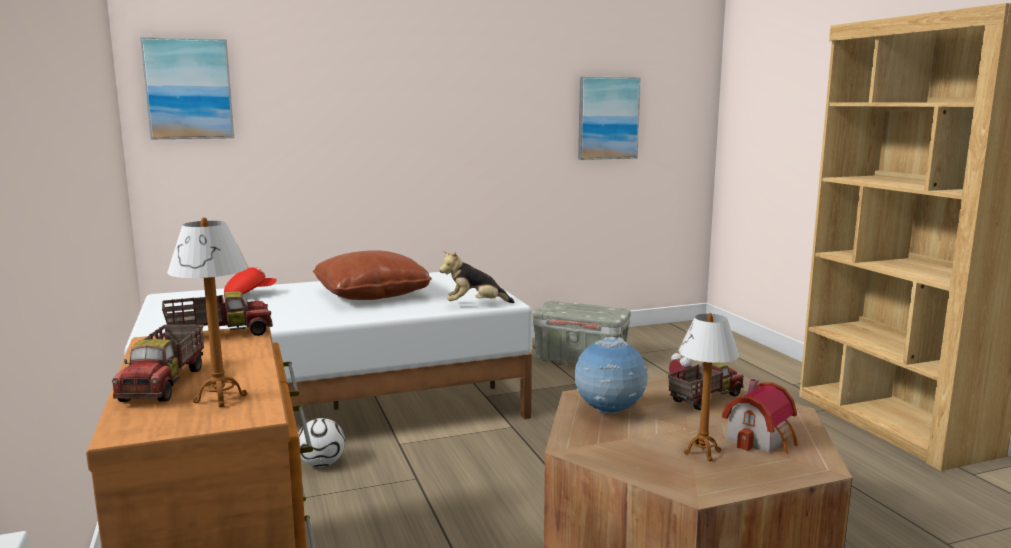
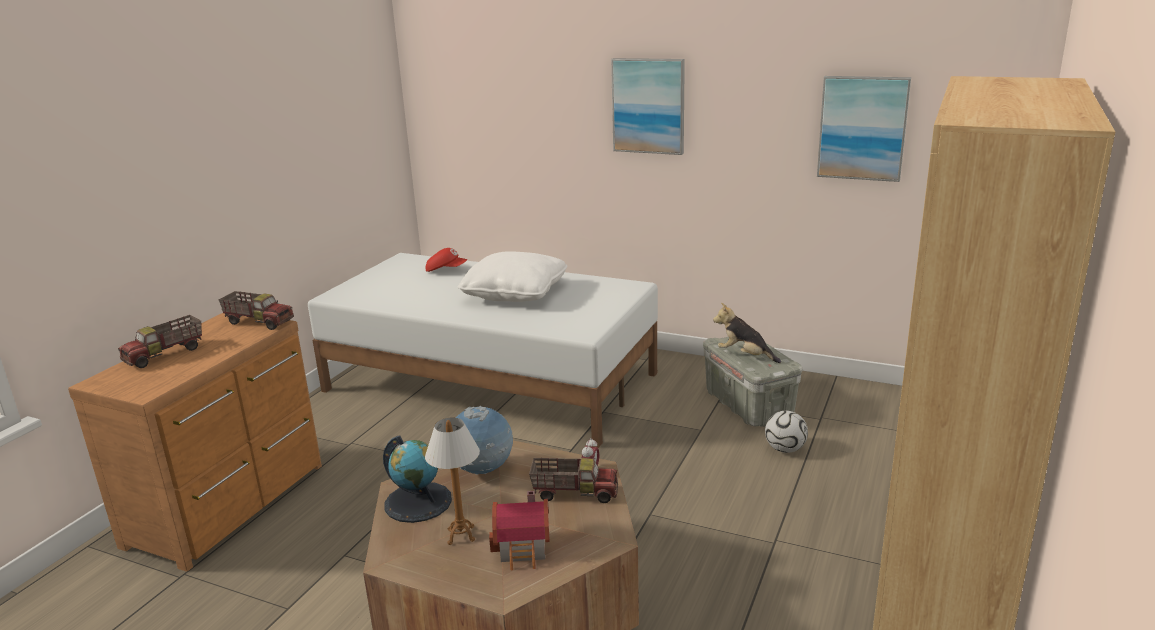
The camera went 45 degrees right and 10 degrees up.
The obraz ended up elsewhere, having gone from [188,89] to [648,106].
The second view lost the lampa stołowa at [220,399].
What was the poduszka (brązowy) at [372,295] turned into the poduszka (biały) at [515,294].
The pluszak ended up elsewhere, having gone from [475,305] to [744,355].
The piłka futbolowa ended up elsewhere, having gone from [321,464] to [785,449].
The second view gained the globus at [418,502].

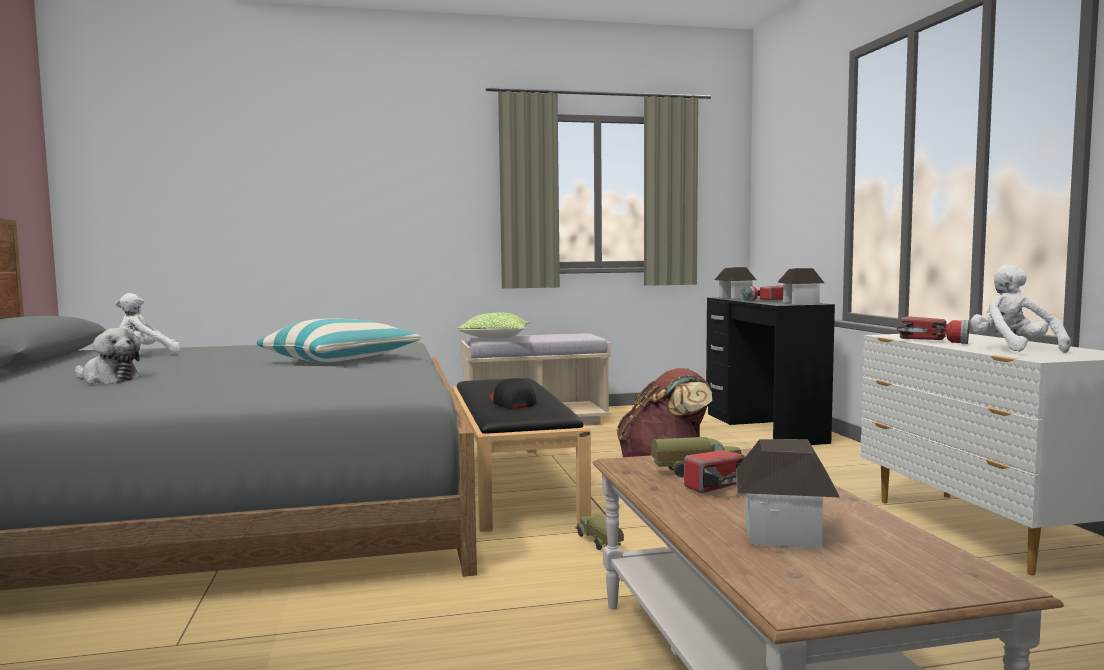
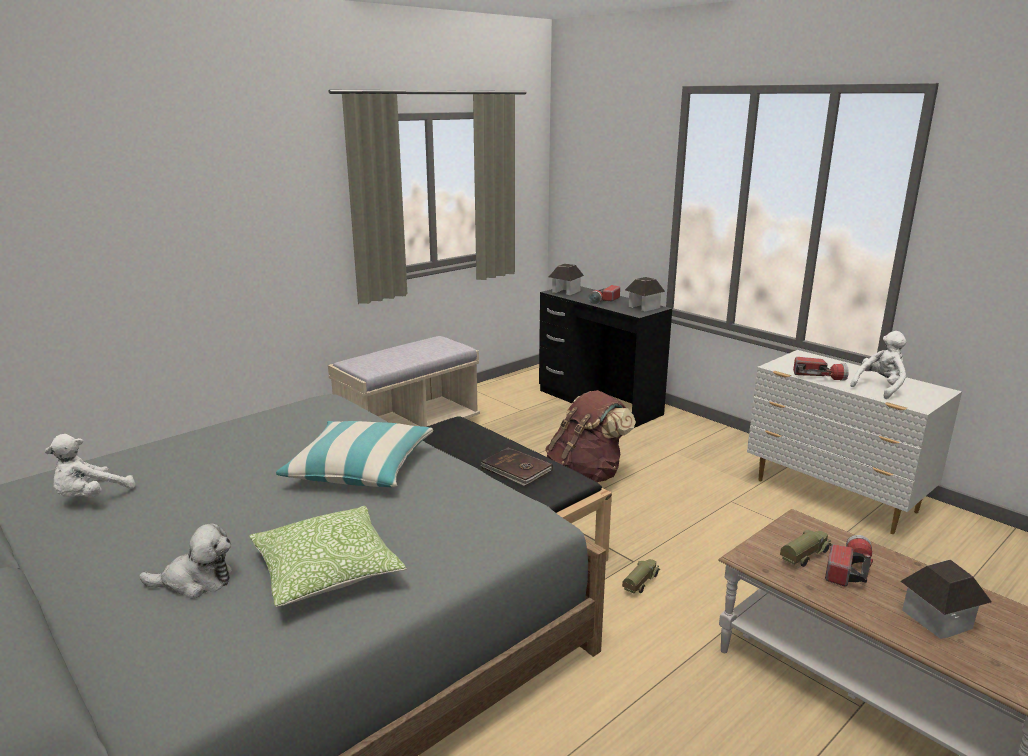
The camera went 30 degrees left and 15 degrees up.
The pluszak (biały) at [1012,349] ended up facing another way, 90 degrees clockwise from before.
The poduszka ended up elsewhere, having gone from [494,338] to [327,571].
Where the czapka z daszkiem stood at [512,402], the książka (brązowy) came to stand at [516,470].
The ciężarówka zabawkowa at [598,543] ended up facing another way, 90 degrees clockwise from before.

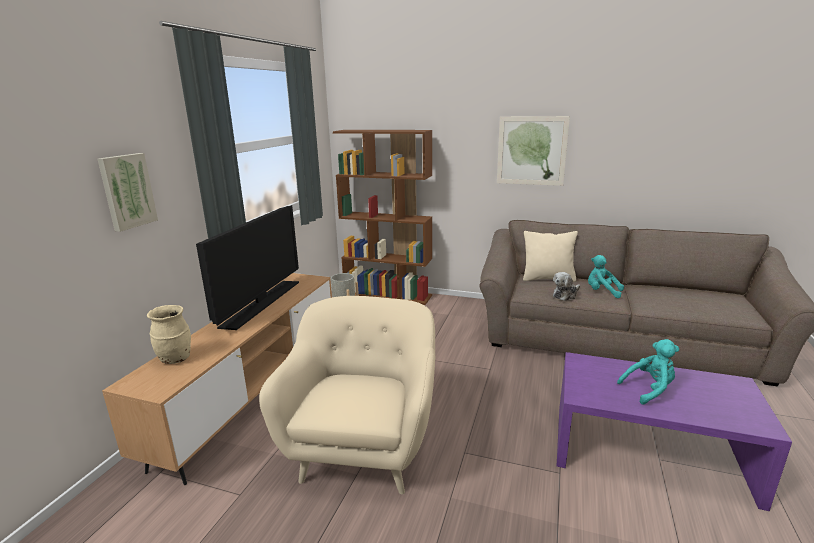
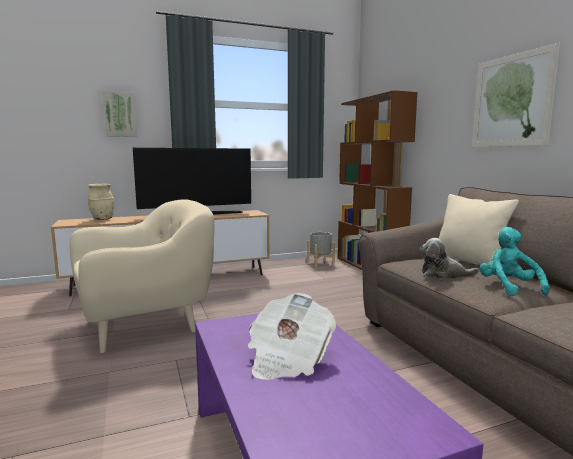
The camera went 50 degrees right and 10 degrees down.
Where the pluszak (turkusowy) stood at [649,389], the gazeta came to stand at [287,358].

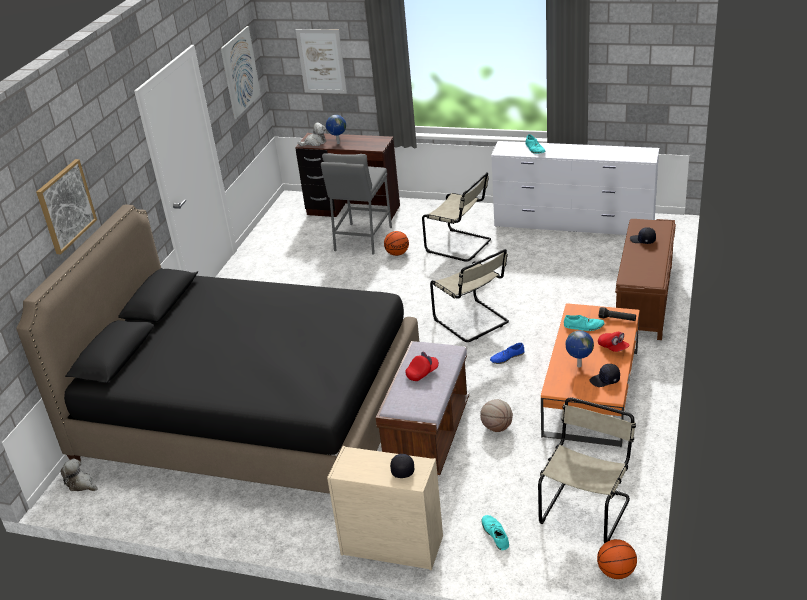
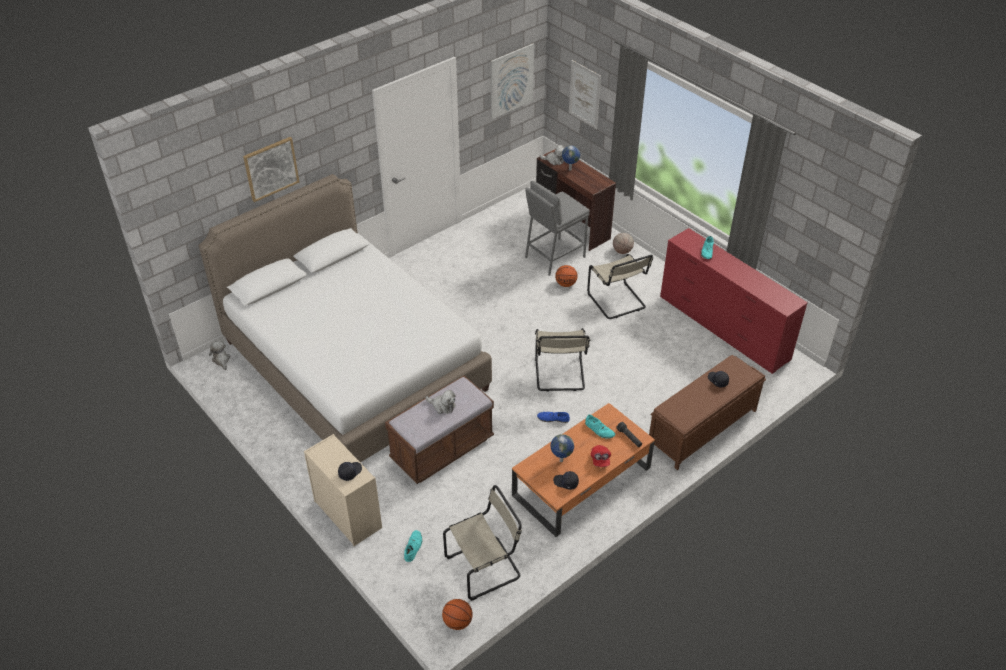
The camera went 30 degrees right and 10 degrees up.
What was the komoda (biały) at [574,224] turned into the komoda (czerwony) at [723,328].
What was the łóżko (czarny) at [251,413] turned into the łóżko (biały) at [354,365].
Where the czapka z daszkiem (czerwony) stood at [422,373], the pluszak came to stand at [442,406].
The piłka do koszykówki ended up elsewhere, having gone from [497,427] to [622,251].

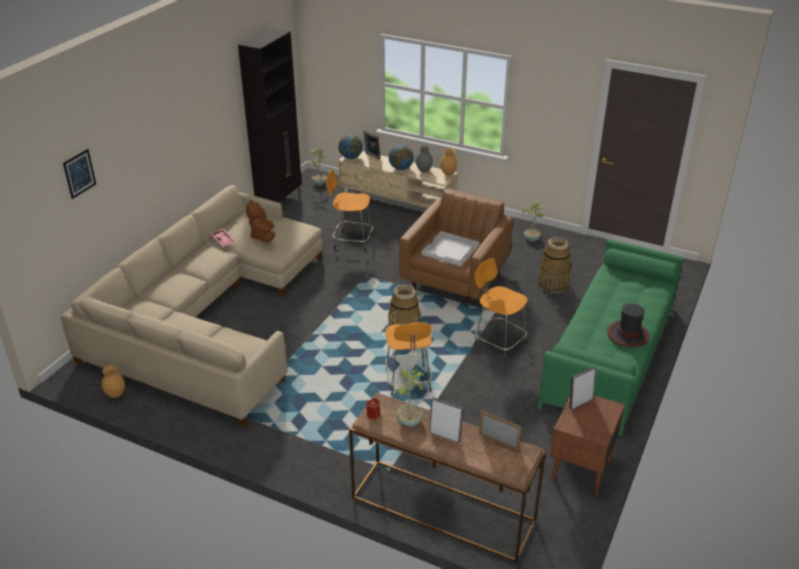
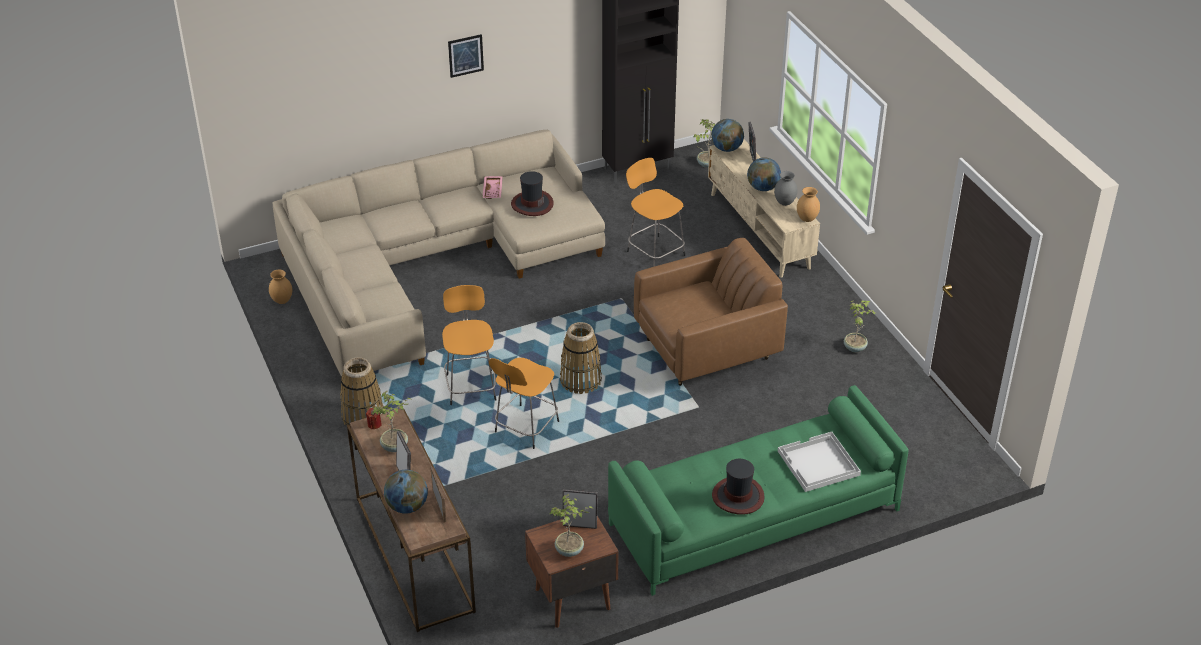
The camera went 40 degrees right and 5 degrees up.
The obraz ended up elsewhere, having gone from [79,173] to [465,55].
Where the pluszak (brązowy) stood at [263,236], the kapelusz came to stand at [532,204].
The taca (biały) ended up elsewhere, having gone from [451,250] to [818,464].
The koszyk ended up elsewhere, having gone from [553,284] to [363,416].
The stołek (pomarańczowy) ended up elsewhere, having gone from [498,343] to [471,386].
The second view gained the globus at [407,506].
The second view gained the roślina doniczkowa at [569,551].

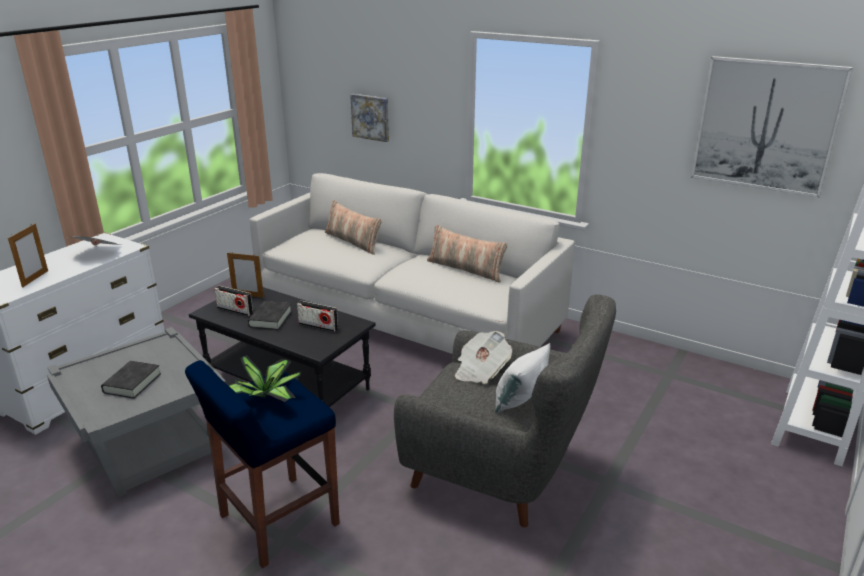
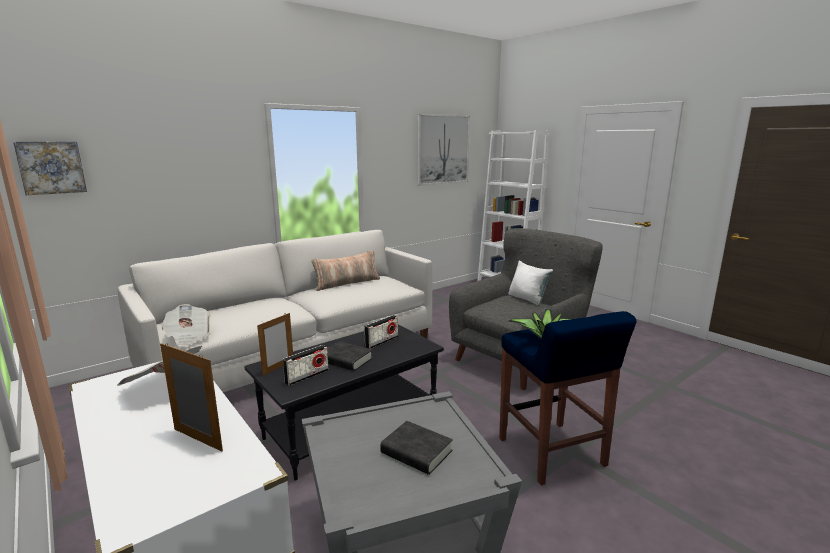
The camera went 70 degrees left and 10 degrees down.
The obraz ended up elsewhere, having gone from [371,117] to [51,167].
The second view lost the poduszka at [353,242].
The gazeta ended up elsewhere, having gone from [481,370] to [188,337].

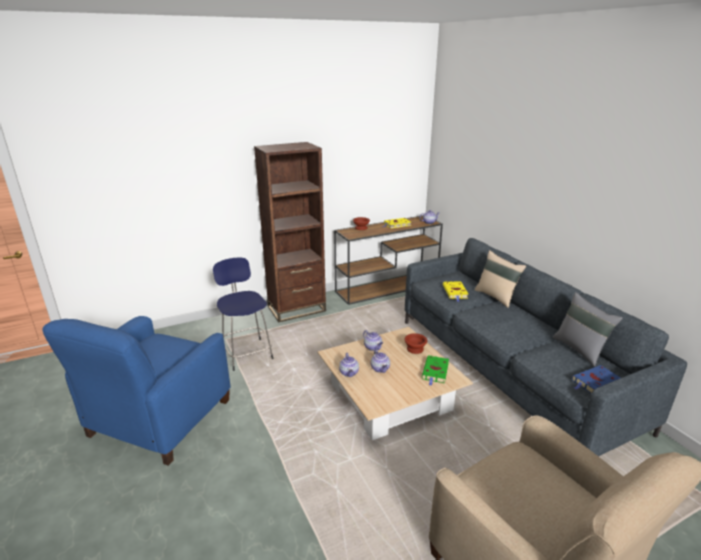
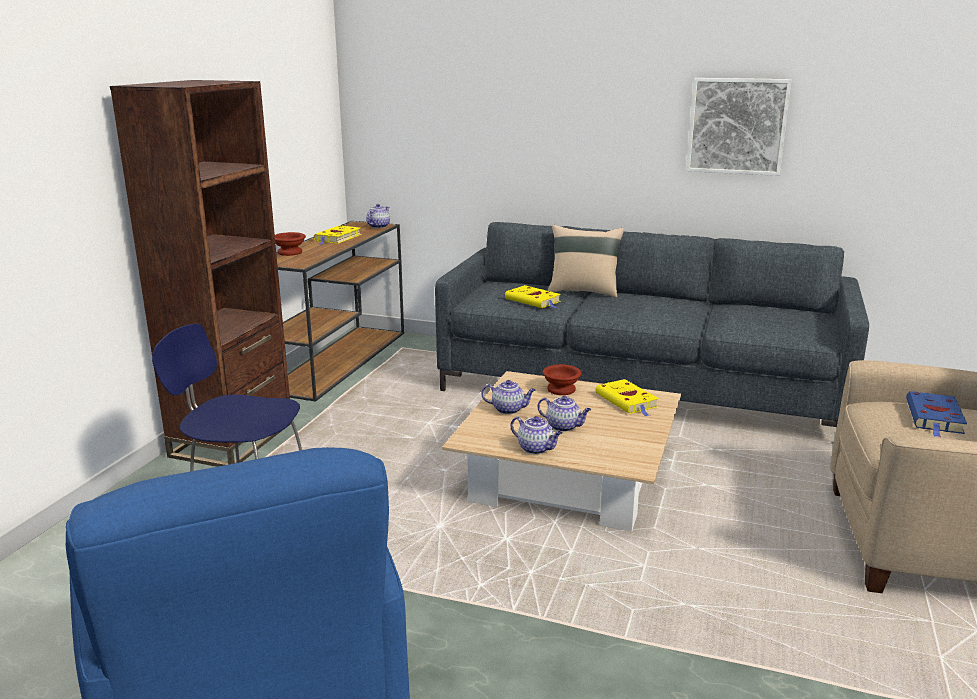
The camera went 45 degrees left and 5 degrees down.
The second view lost the poduszka (szary) at [580,349].
What was the książka (zielony) at [435,372] turned into the książka (żółty) at [627,401].
The książka (niebieski) ended up elsewhere, having gone from [594,382] to [934,418].
The second view gained the obraz at [737,126].

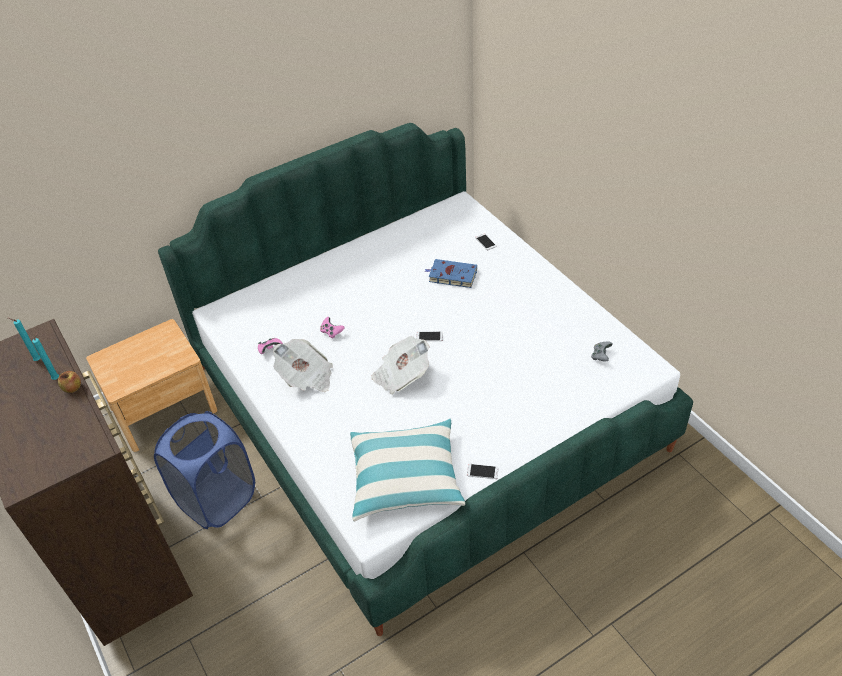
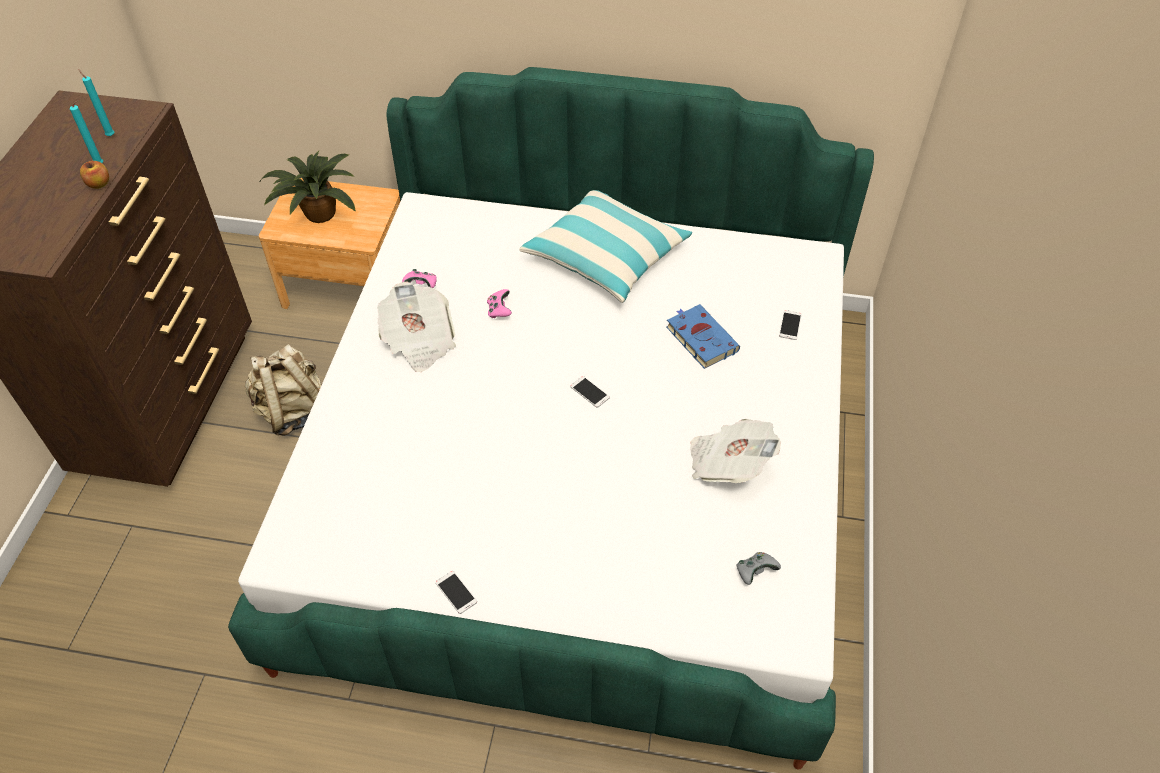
The camera went 40 degrees right and 5 degrees up.
The gazeta ended up elsewhere, having gone from [401,375] to [728,463].
Where the kosz na pranie (niebieski) stood at [217,499], the plecak (beżowy) came to stand at [293,411].
The poduszka ended up elsewhere, having gone from [405,478] to [606,256].
The second view gained the roślina doniczkowa at [317,214].

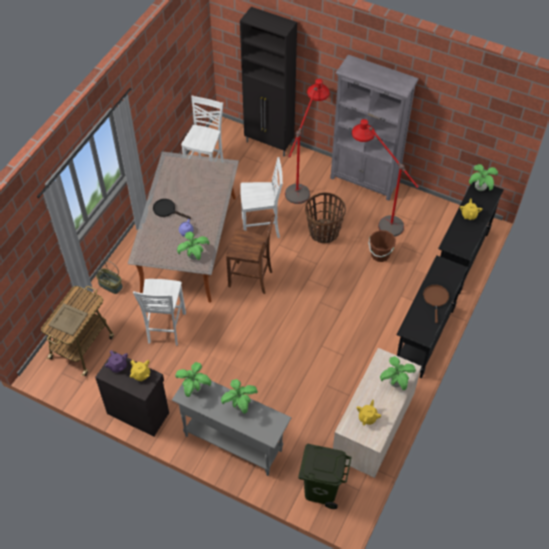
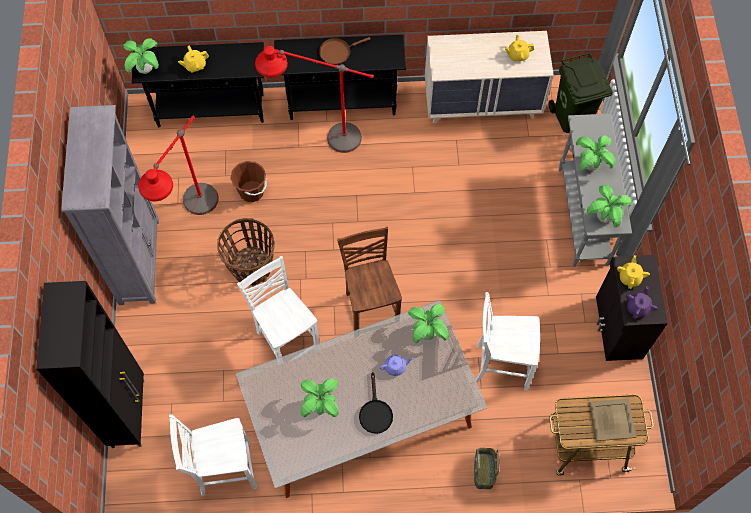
The camera went 120 degrees left and 10 degrees up.
The lampa stojąca (czerwony) ended up elsewhere, having gone from [304,181] to [319,140].
The krzesło (biały) at [165,329] ended up facing another way, 150 degrees counterclockwise from before.
The roślina doniczkowa ended up elsewhere, having gone from [395,383] to [321,406].

